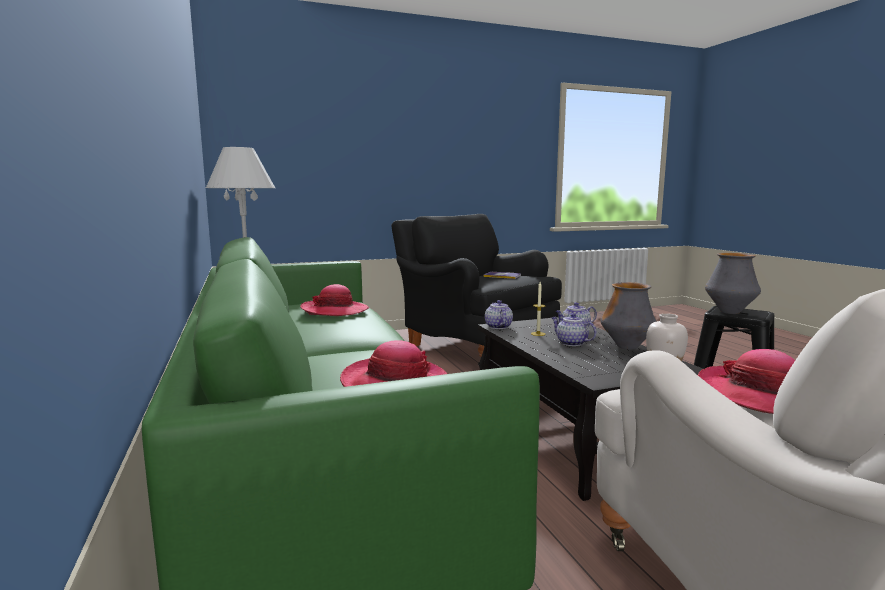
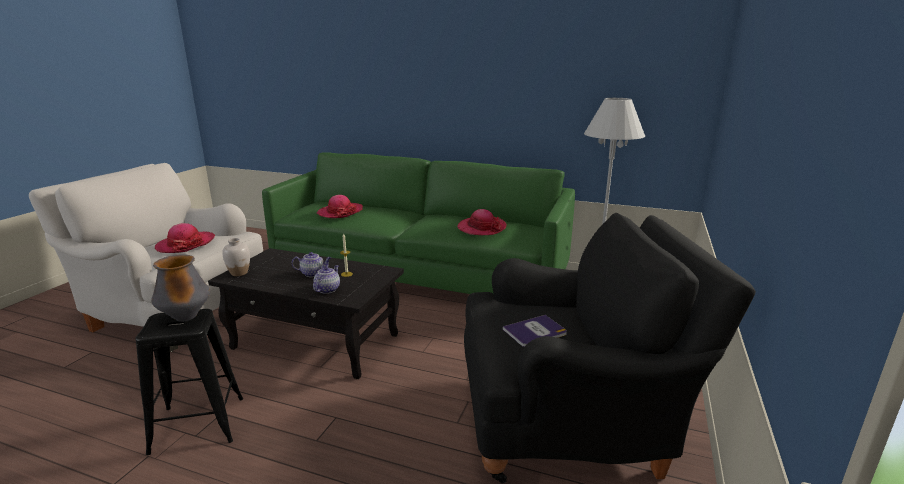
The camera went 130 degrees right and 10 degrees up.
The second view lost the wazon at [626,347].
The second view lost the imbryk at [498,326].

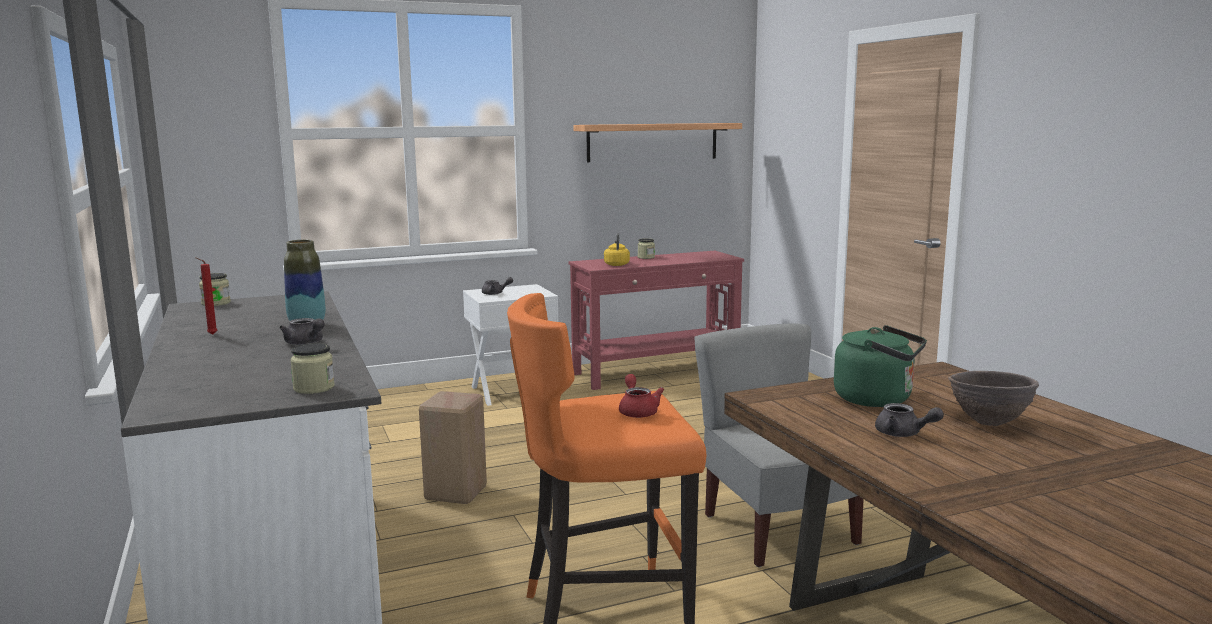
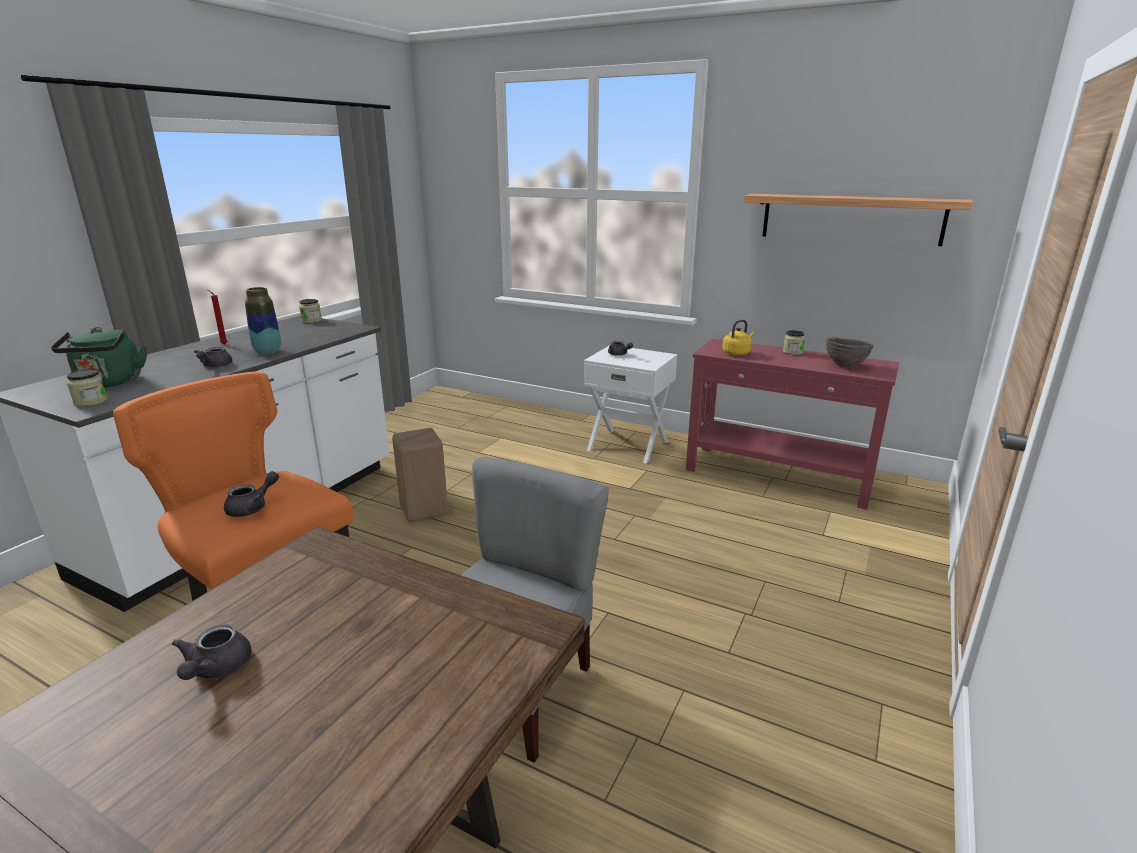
The camera went 50 degrees right and 10 degrees up.
The czajnik (zielony) ended up elsewhere, having gone from [878,400] to [109,383].
The miska (brązowy) ended up elsewhere, having gone from [989,423] to [845,366].
What was the imbryk (czerwony) at [638,411] turned into the imbryk (szary) at [253,508].

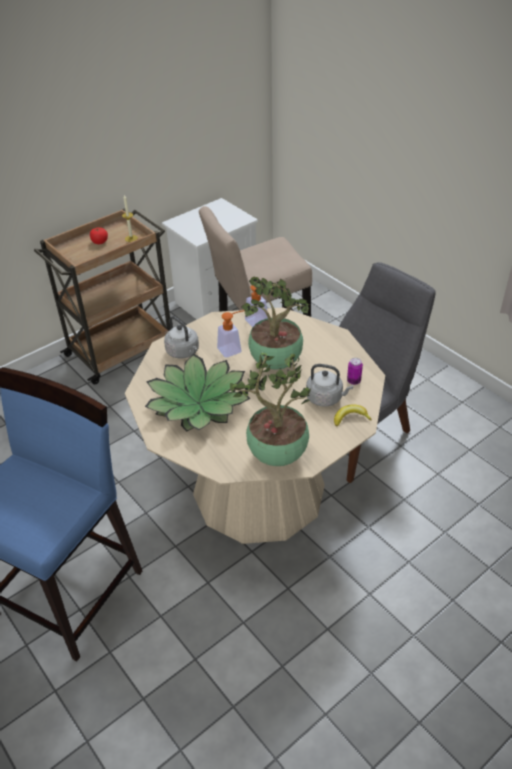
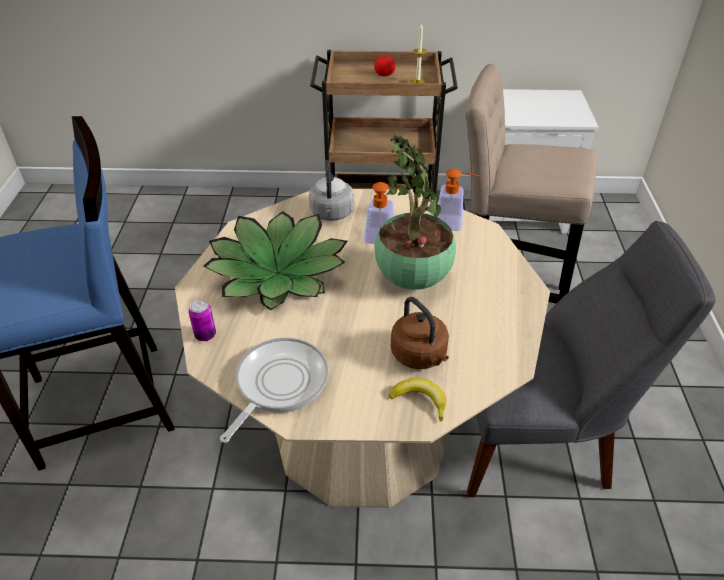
The camera went 40 degrees right and 0 degrees up.
Where the roślina doniczkowa stood at [276,456], the patelnia came to stand at [278,384].
The puszka ended up elsewhere, having gone from [353,381] to [205,335].
What was the czajnik (szary) at [326,398] turned into the czajnik (brązowy) at [420,356].

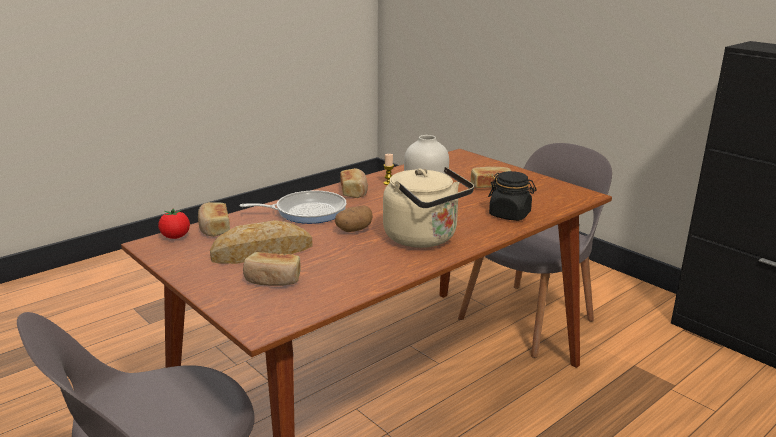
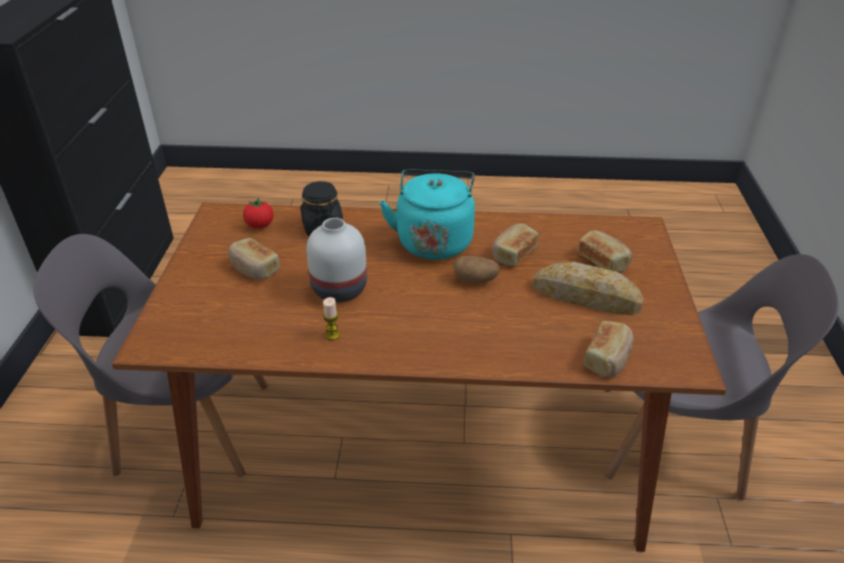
The camera went 135 degrees left and 15 degrees up.
What was the czajnik (beżowy) at [424,238] turned into the czajnik (turkusowy) at [434,240].
The chleb ended up elsewhere, having gone from [354,191] to [513,253].
The second view lost the patelnia at [306,212].
The pomidor ended up elsewhere, having gone from [175,237] to [260,225].

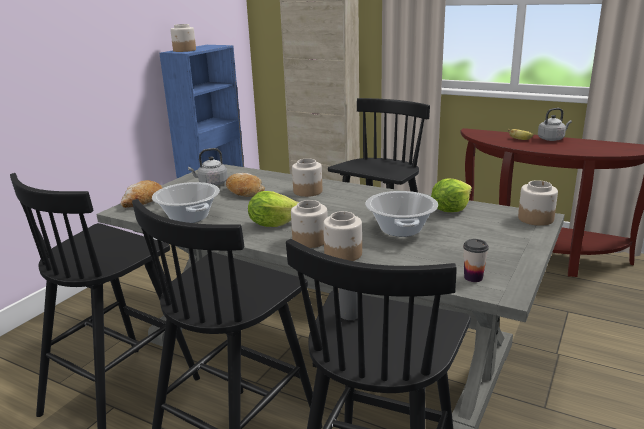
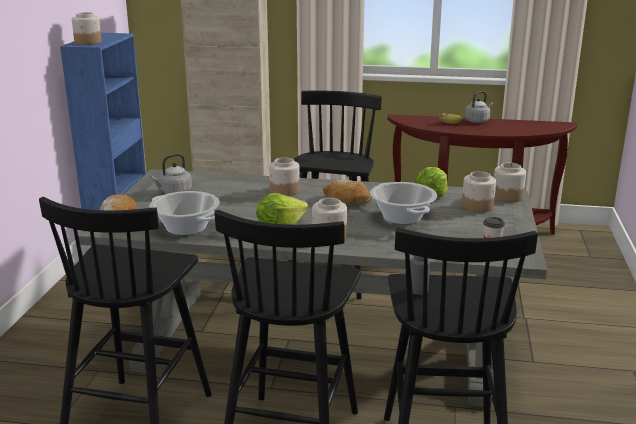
The camera went 20 degrees left and 0 degrees up.
The chleb ended up elsewhere, having gone from [244,192] to [346,200].
The słoik ended up elsewhere, having gone from [343,254] to [478,207].

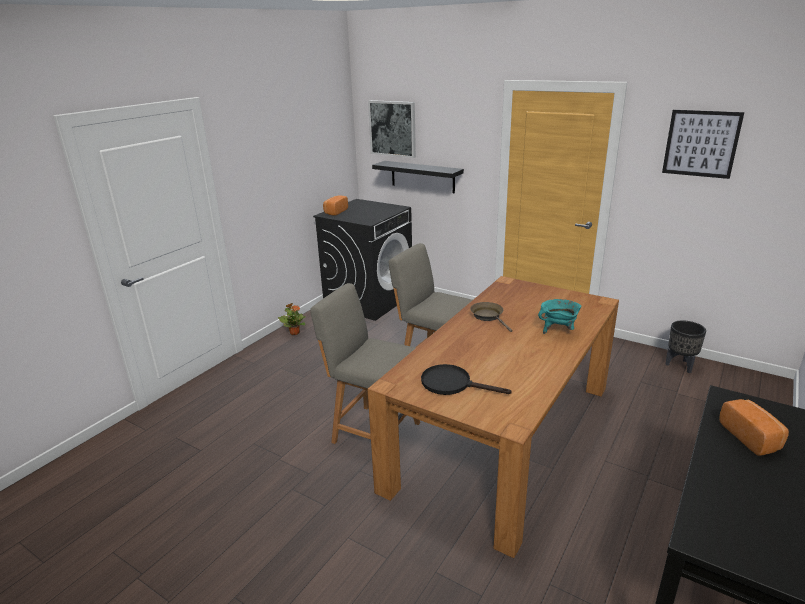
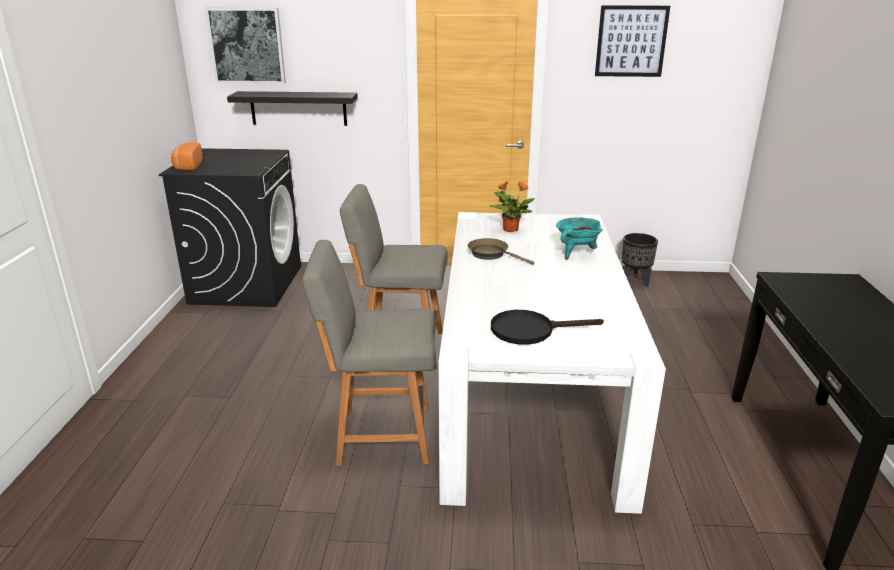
The camera went 30 degrees left and 0 degrees up.
What was the stół jadalny (brązowy) at [503,435] turned into the stół jadalny (biały) at [529,393].
The roślina doniczkowa ended up elsewhere, having gone from [294,332] to [510,229].
The second view lost the chleb at [751,437].

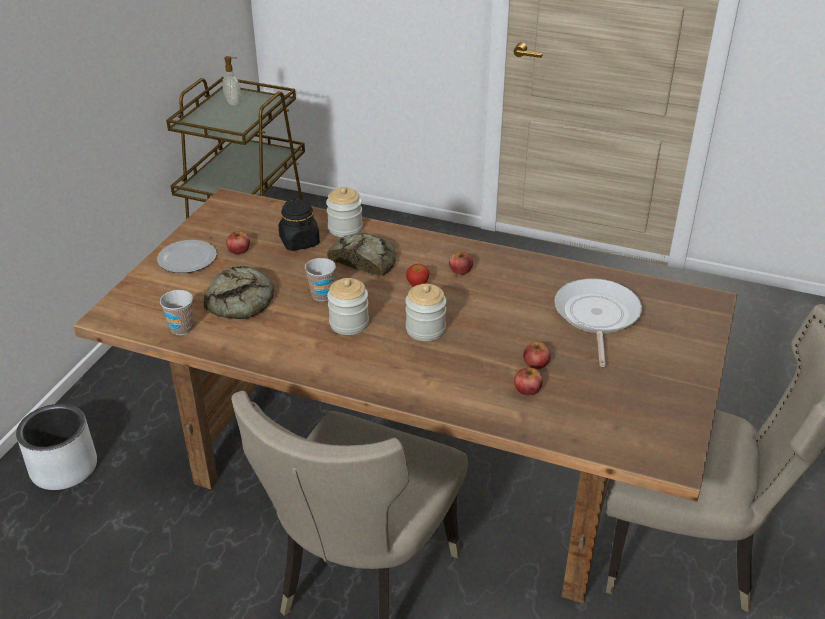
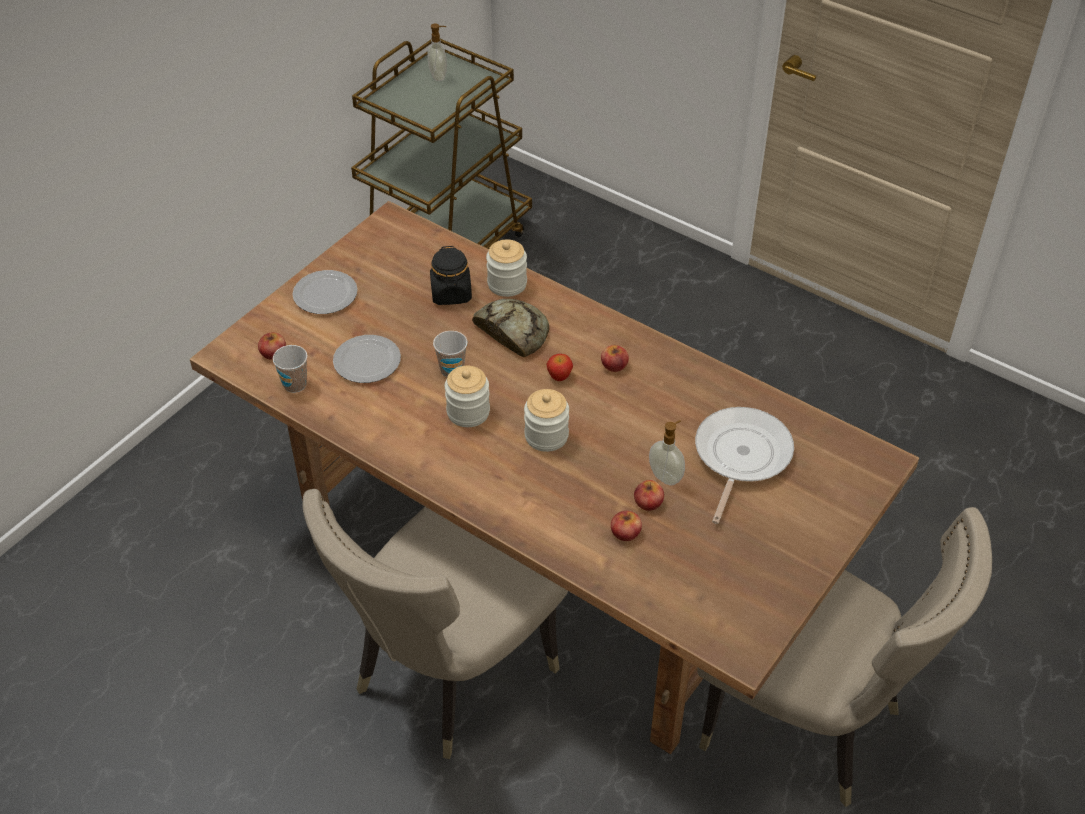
The camera went 15 degrees right and 10 degrees up.
The jabłko ended up elsewhere, having gone from [239,250] to [273,353].
Where the chleb stood at [243,300], the talerz came to stand at [367,360].
The second view lost the donica (szary) at [64,467].
The second view gained the dozownik mydła at [666,476].

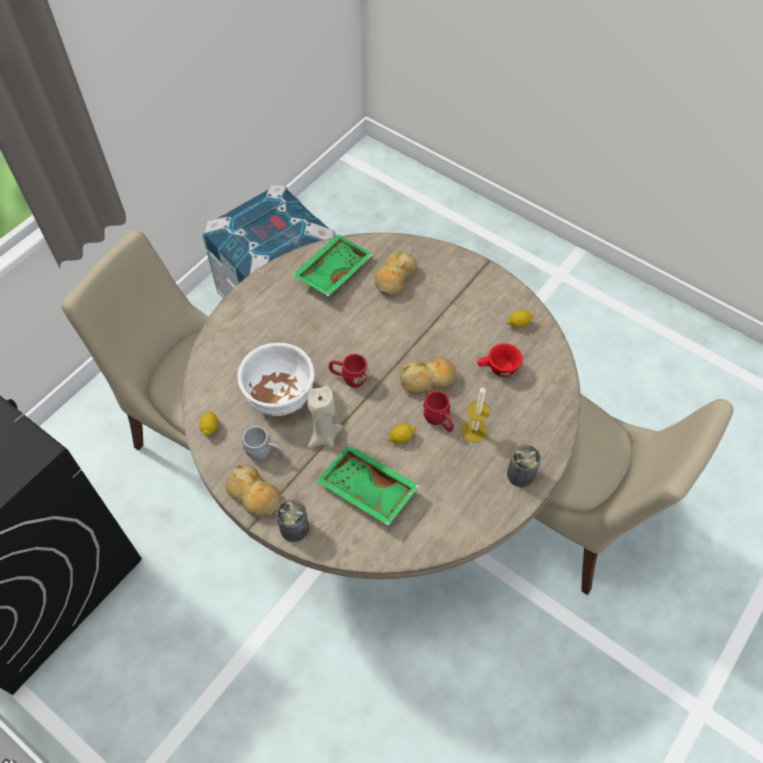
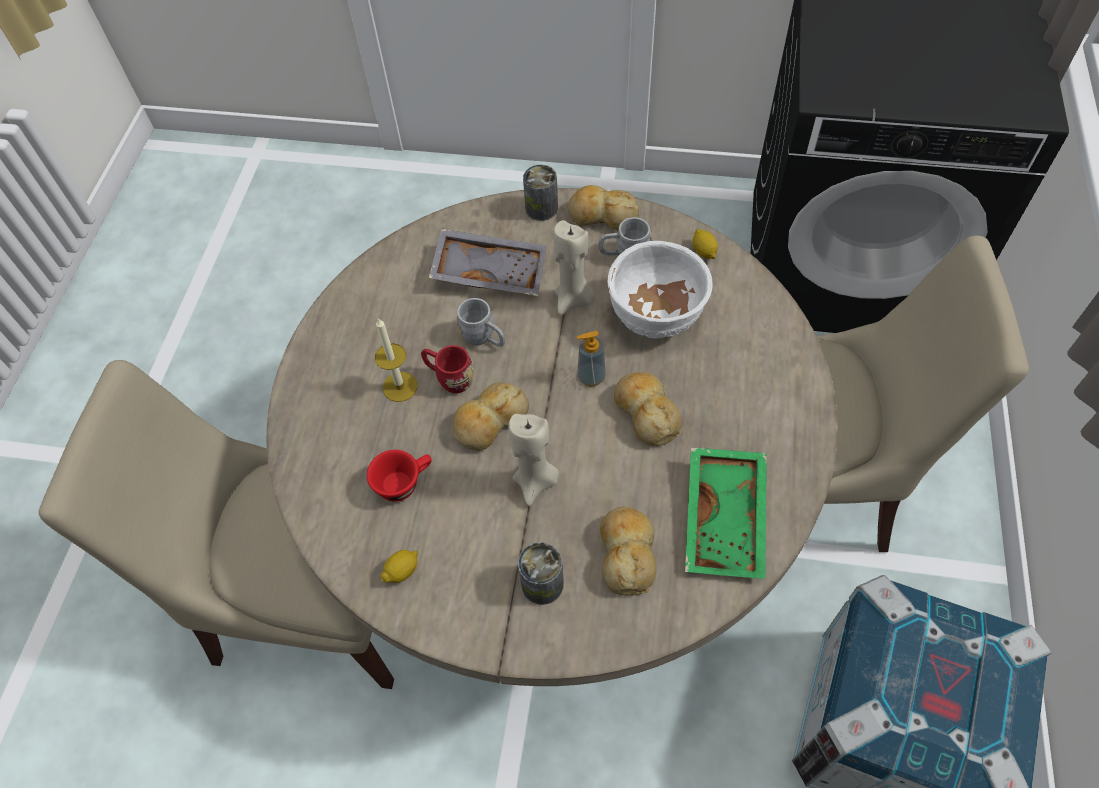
The camera went 155 degrees right and 0 degrees up.
Where the kubek (czerwony) stood at [349,378], the dozownik mydła came to stand at [591,377].
Where the cytryna stood at [401,438], the kubek (szary) came to stand at [484,338].
What was the taca (zielony) at [366,490] turned into the taca (szary) at [490,270].
The puszka ended up elsewhere, having gone from [520,474] to [542,584].
The second view gained the chleb at [646,413].
The second view gained the świeca (beżowy) at [536,482].

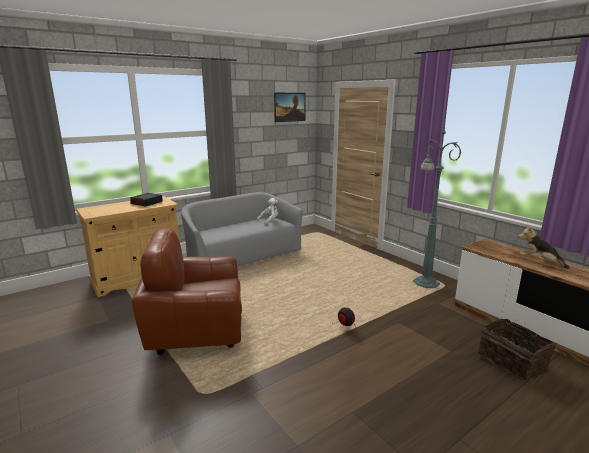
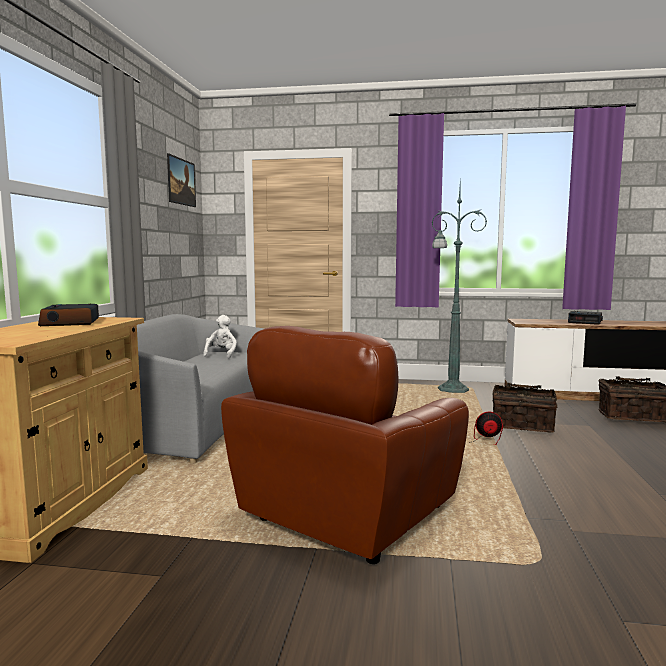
The camera went 45 degrees left and 10 degrees down.
Where the pluszak stood at [539,262], the budzik came to stand at [585,322].
The second view gained the koszyk at [522,425].

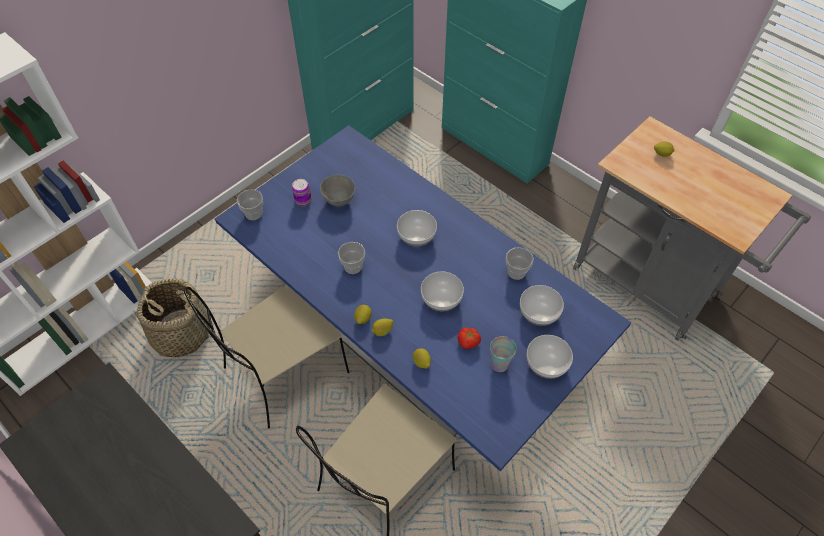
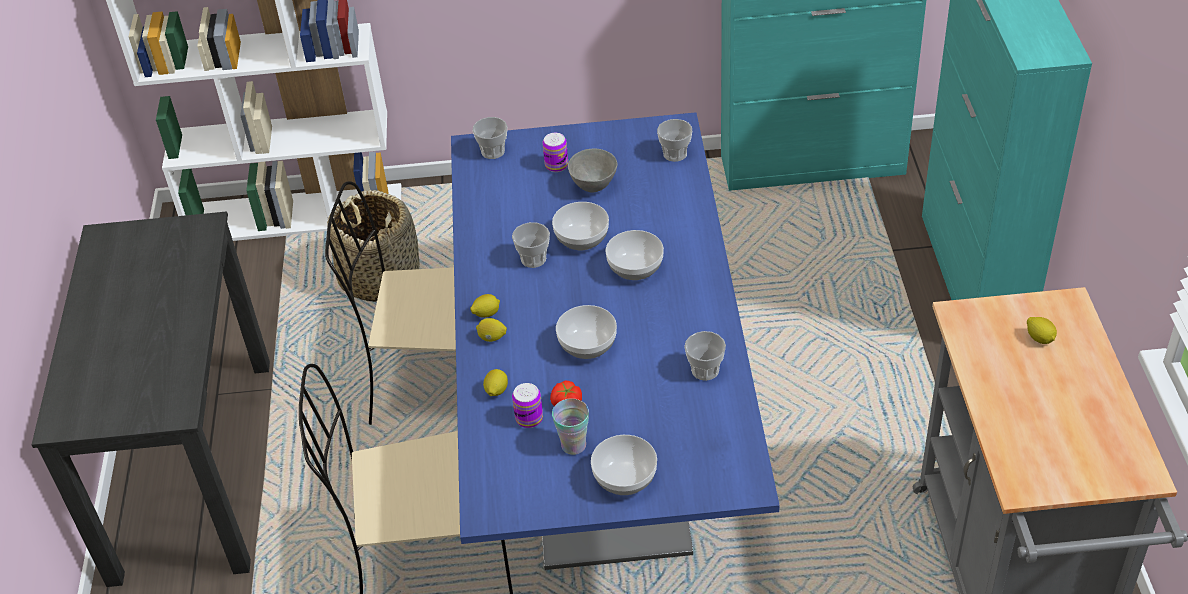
The camera went 45 degrees right and 10 degrees down.
The miska ended up elsewhere, having gone from [539,313] to [582,239].
The second view gained the filiżanka at [675,154].
The second view gained the puszka at [529,418].

